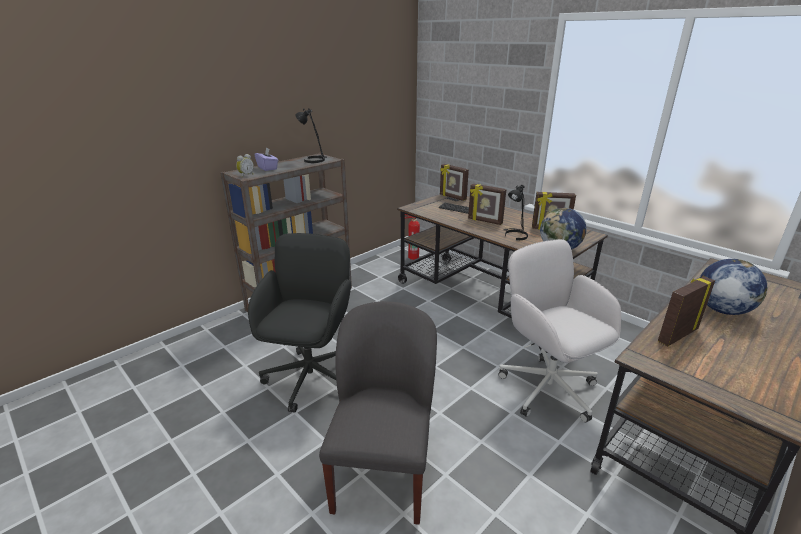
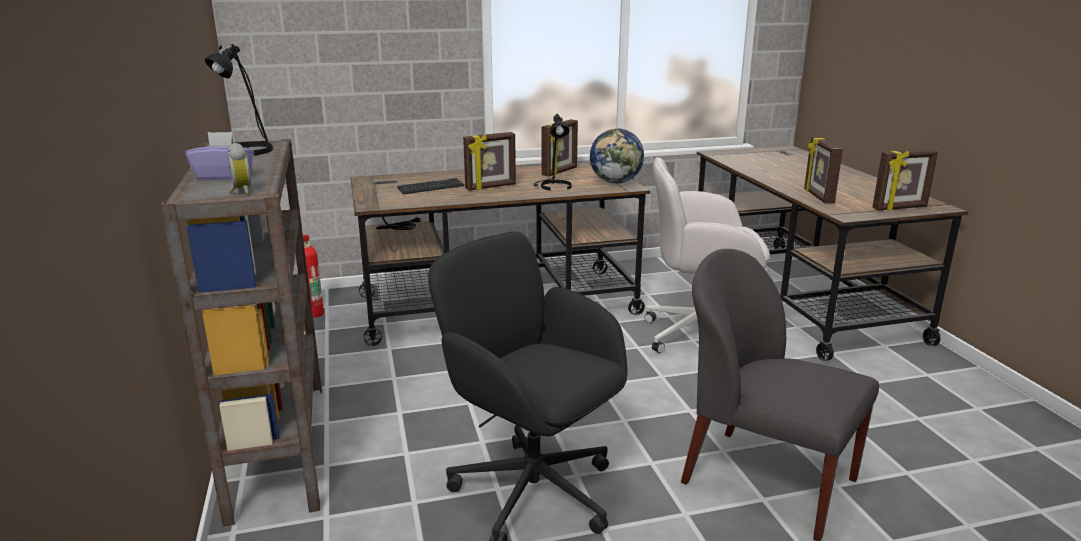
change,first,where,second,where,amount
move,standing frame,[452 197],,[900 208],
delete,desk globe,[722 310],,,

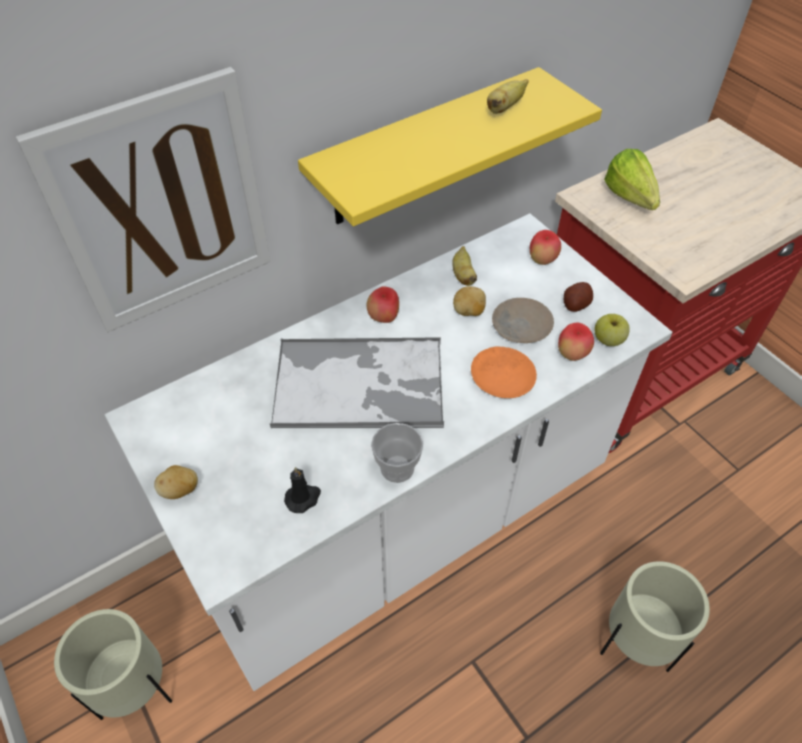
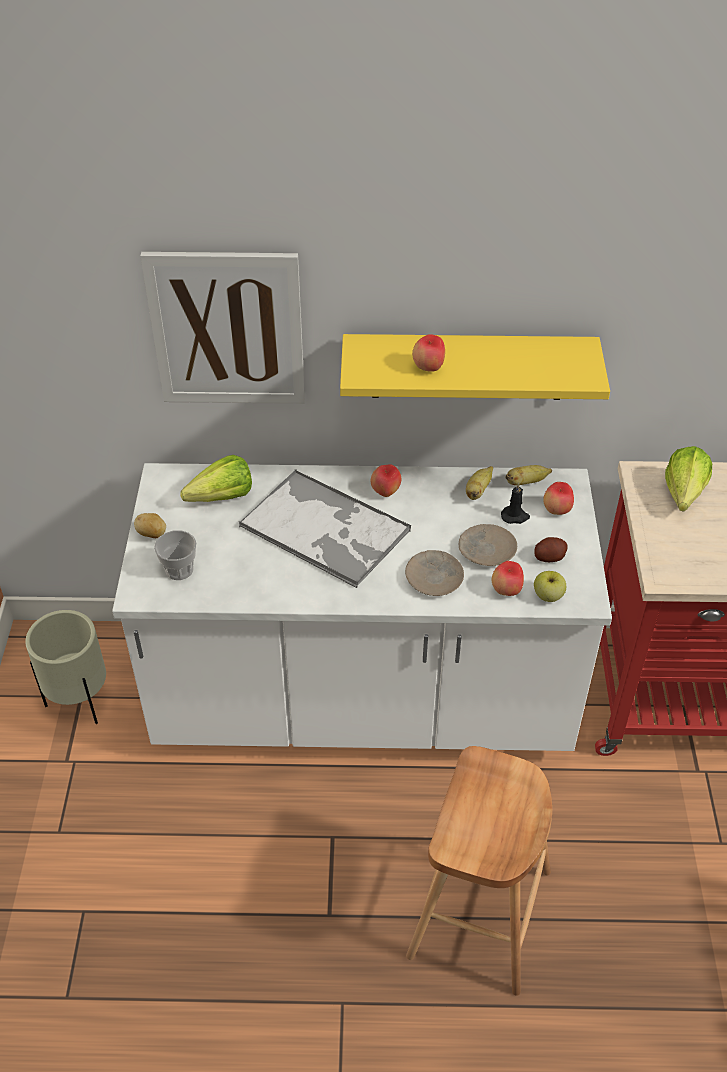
change,first,where,second,where,amount
move,whole banana,[504 108],,[526 482],
delete,potato,[468 312],,,
recolor,plate (orange),[502 377],plate (beige),[434 578],
move,drinking cup,[397 468],,[179 570],
move,wax light (black),[303 498],,[515 516],
replace,flower pot (beige),[635 644],sitting stool (brownish),[480 912],
insert,,,apple fruit,[428 368],
insert,,,head of lettuce,[216 499],

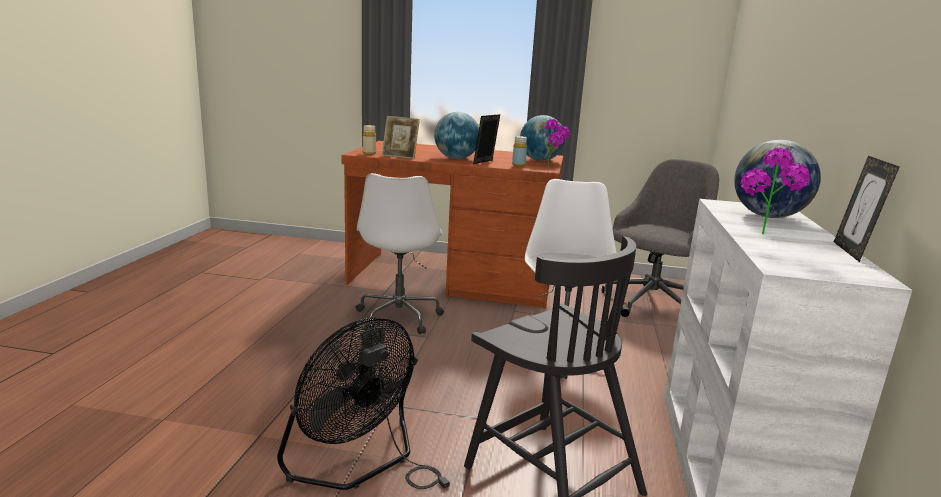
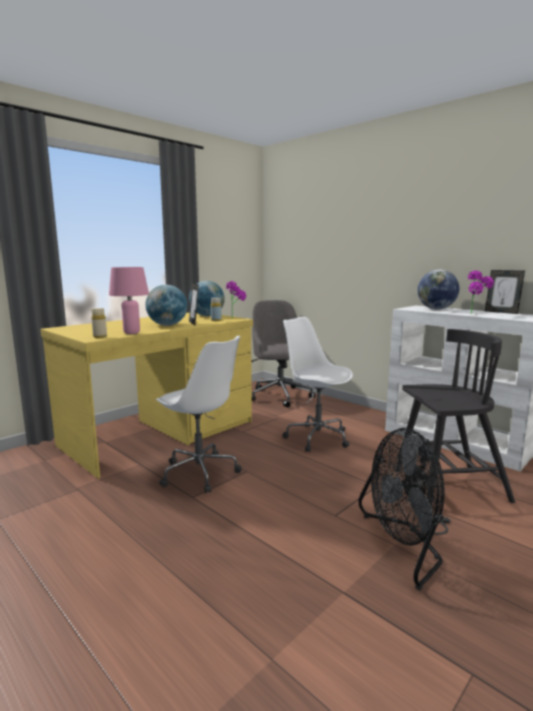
change,first,where,second,where,amount
replace,standing frame,[400 156],lamp for a table (pink-coloured),[132 333],
recolor,desk table (brownish),[454 279],desk table (yellow-coloured),[161 433],

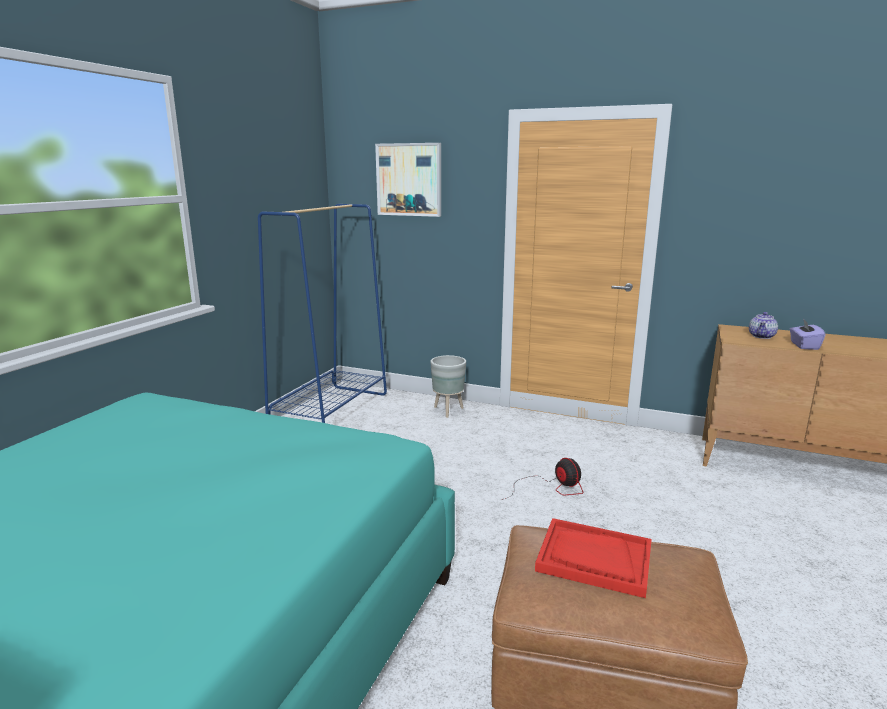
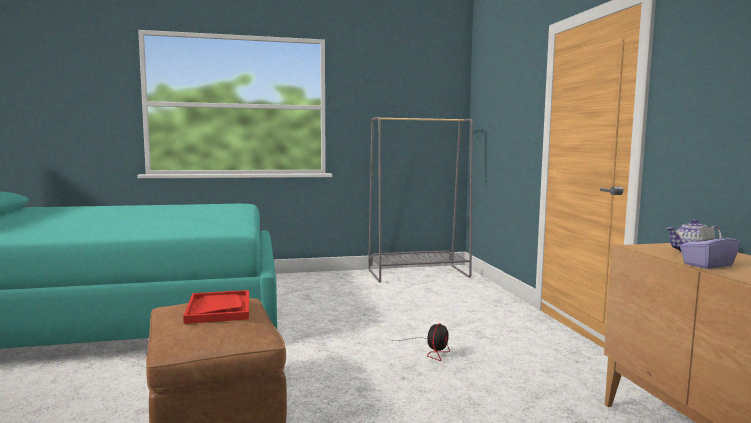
change,first,where,second,where,amount
delete,wall art,[409 180],,,
recolor,clothes rack (bluish),[330 411],clothes rack (gray),[418 274],
delete,flower pot (gray),[448 411],,,

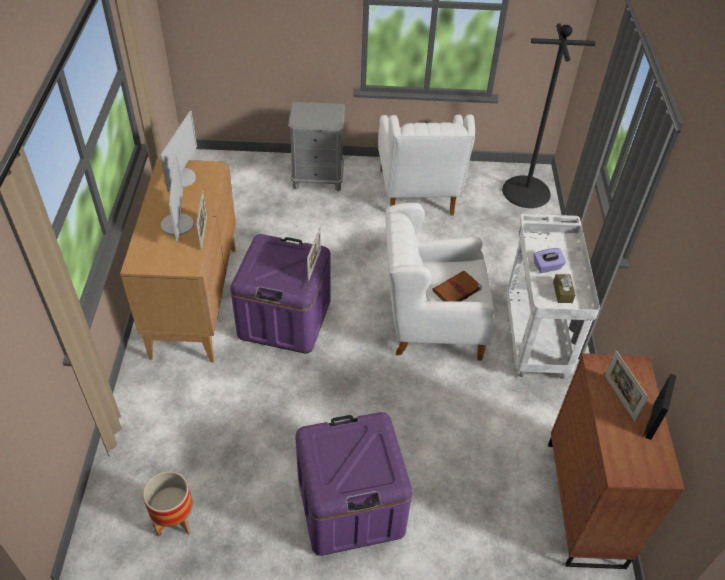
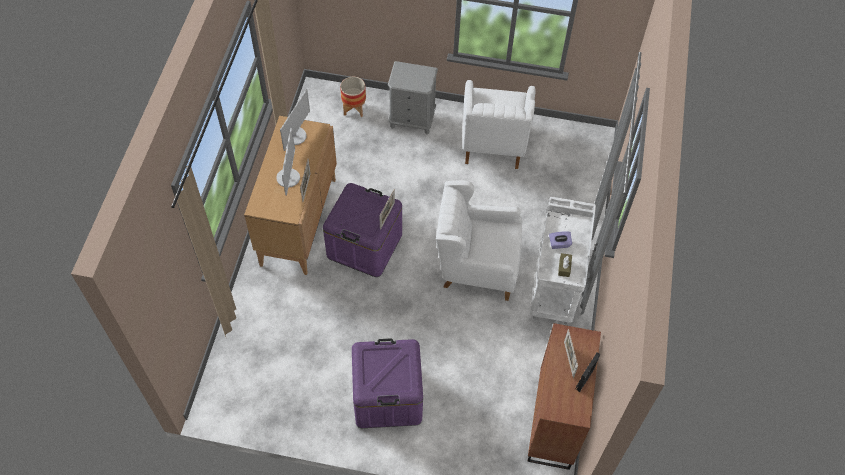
change,first,where,second,where,amount
delete,clothes rack (black),[526 192],,,
delete,volume (brownish),[456 290],,,
move,flower pot,[174 520],,[354 109],

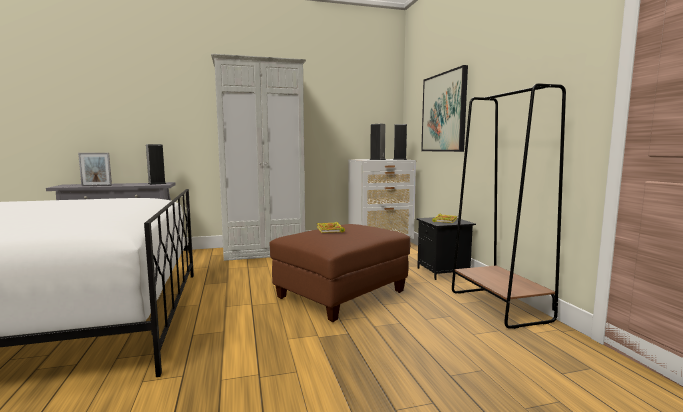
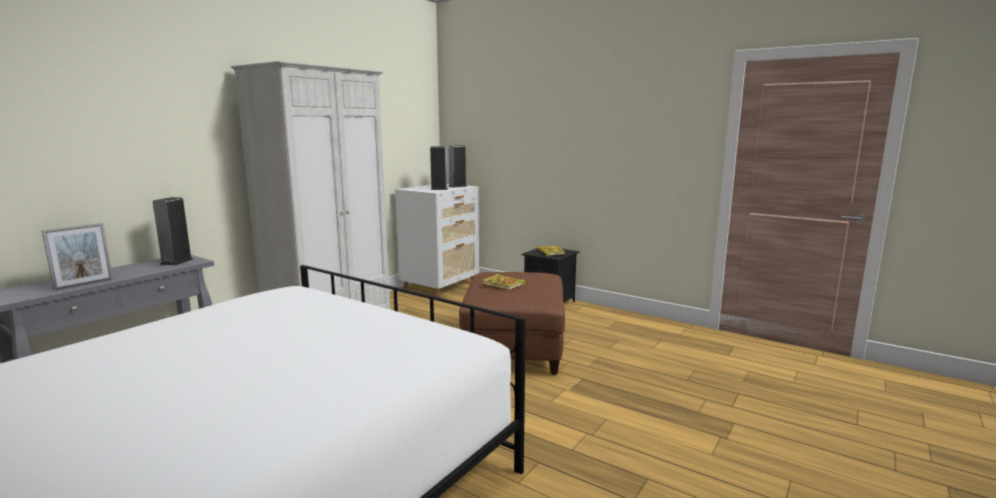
change,first,where,second,where,amount
delete,wall art,[444 112],,,
delete,clothes rack,[499 307],,,

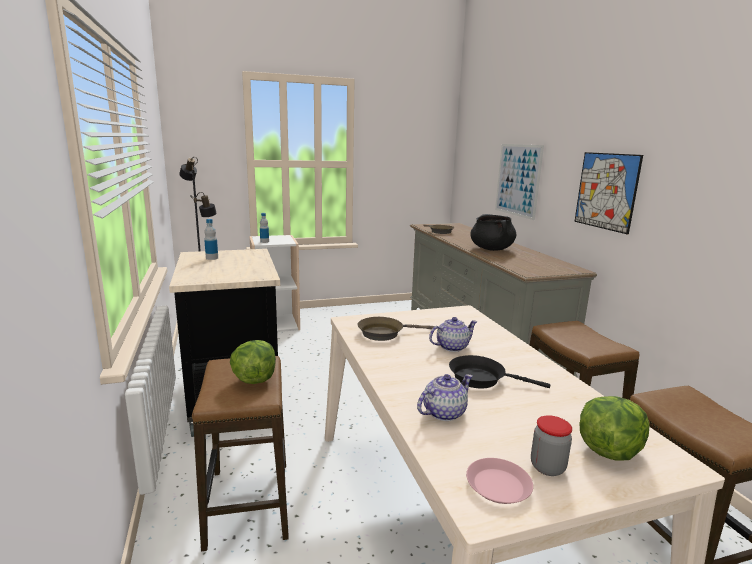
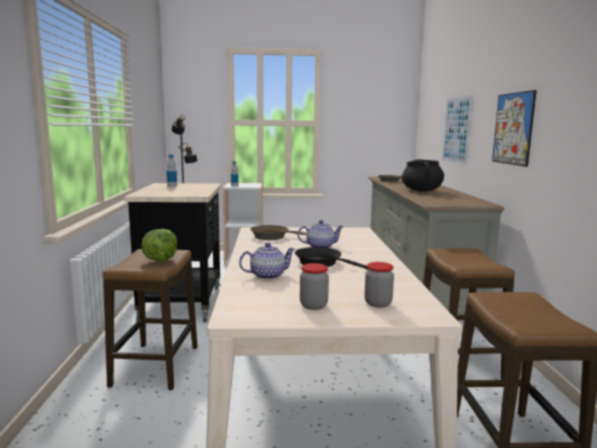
change,first,where,second,where,amount
replace,head of lettuce,[608 450],jar,[378 303],
delete,plate (pink-coloured),[498 486],,,

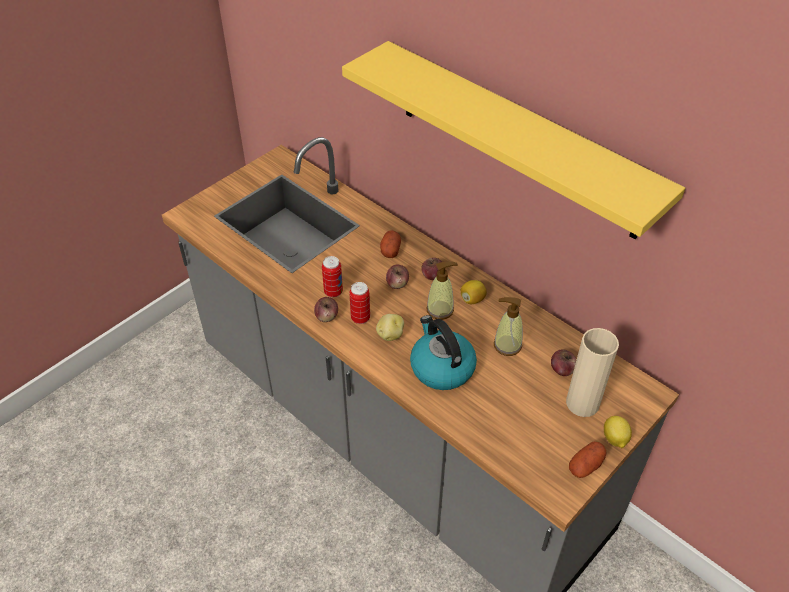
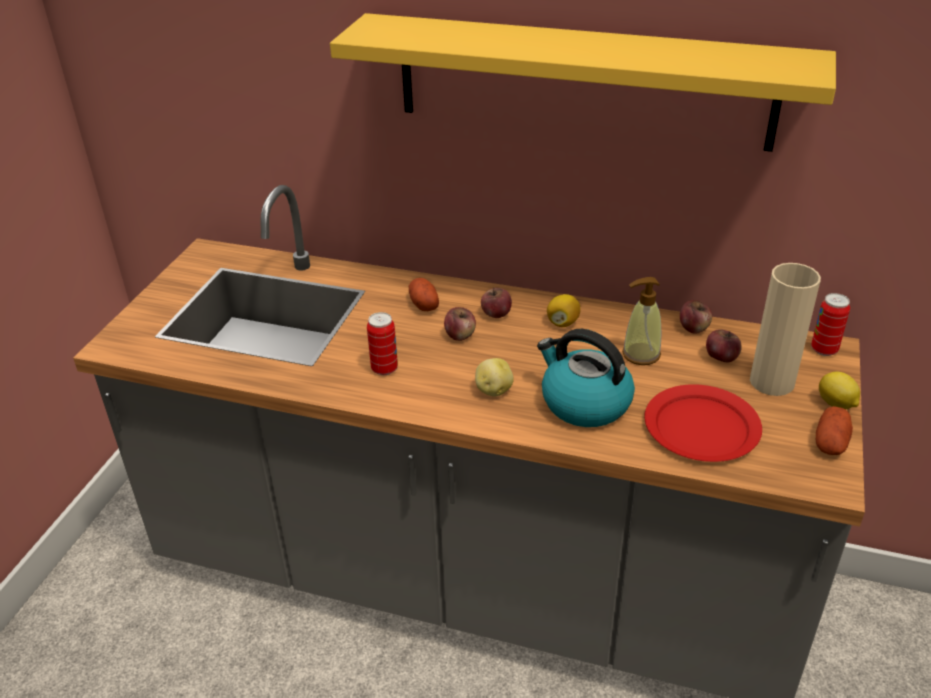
change,first,where,second,where,amount
delete,soap dispenser,[440 310],,,
move,metal can,[360 318],,[824 350],
move,apple fruit,[327 317],,[693 328],
insert,,,plate (red-coloured),[702 427],

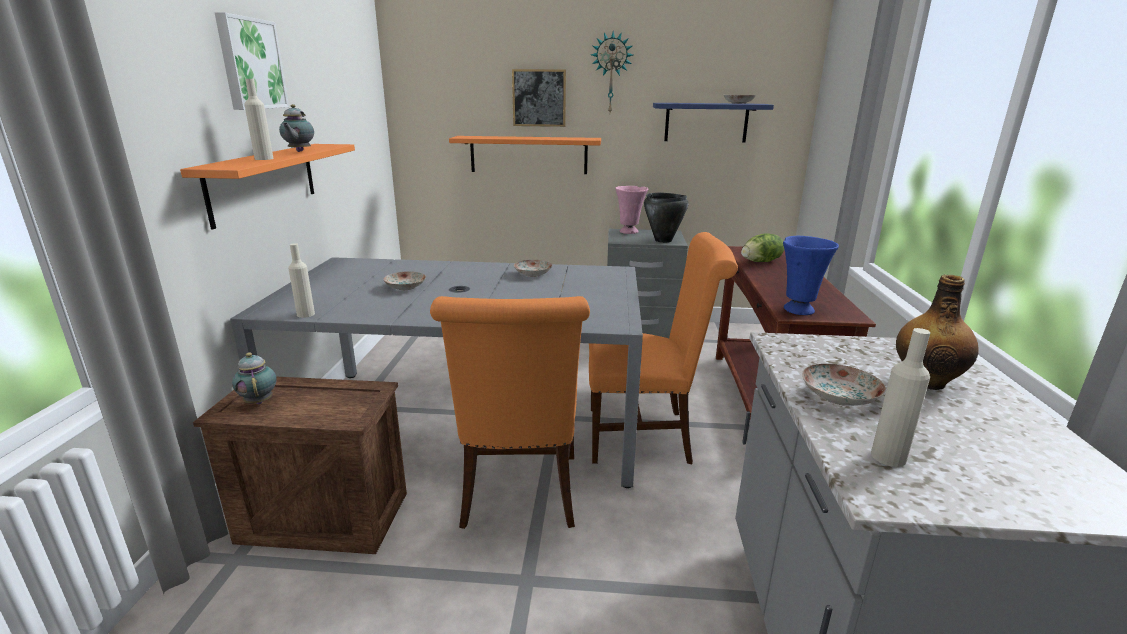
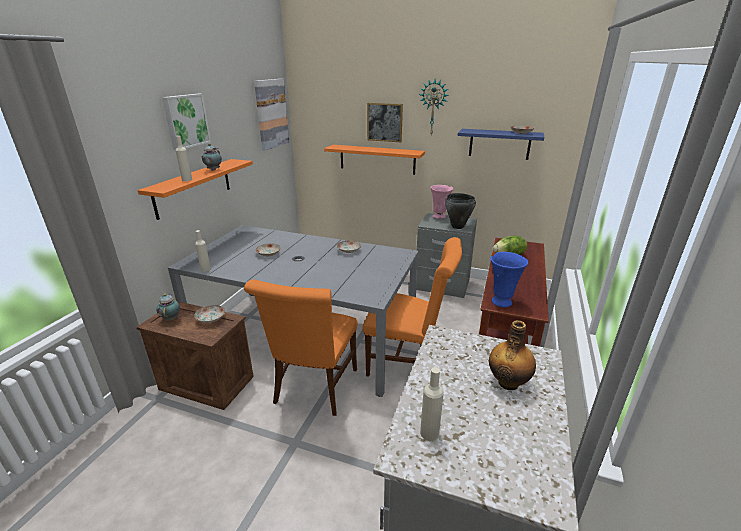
change,first,where,second,where,amount
move,plate,[839 396],,[211 318],
insert,,,wall art,[271 114],

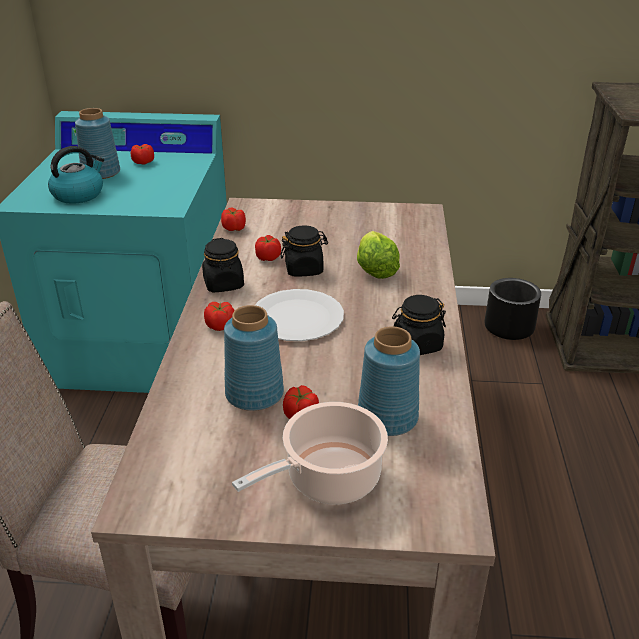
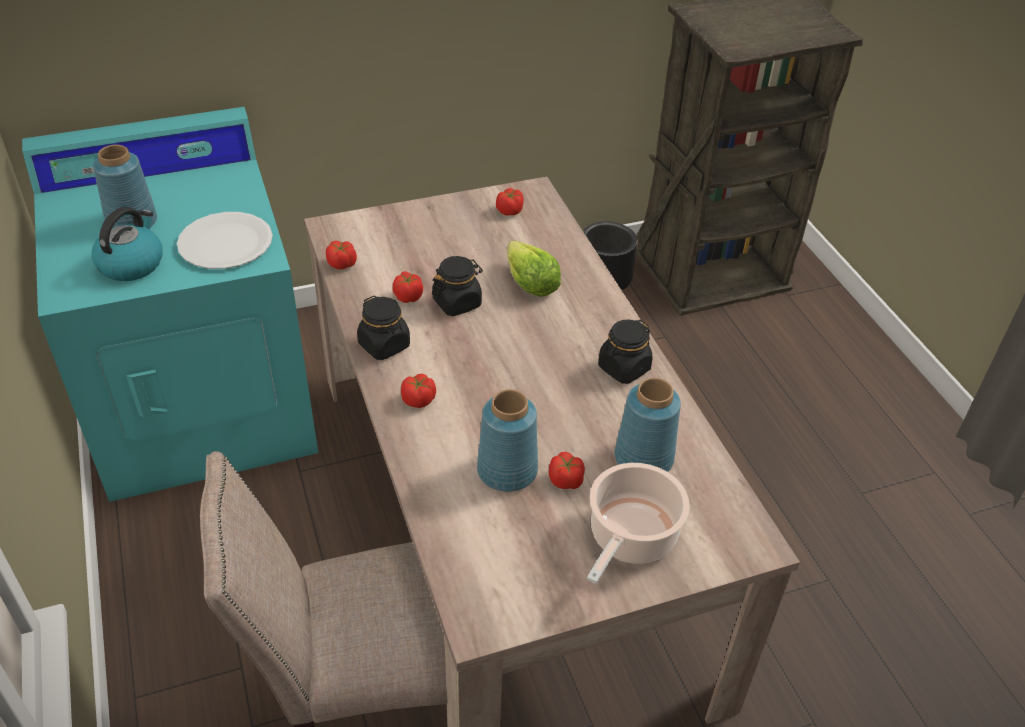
change,first,where,second,where,amount
move,whole tomato,[143 162],,[509 211],
move,plate (whitish),[297 317],,[225 243],

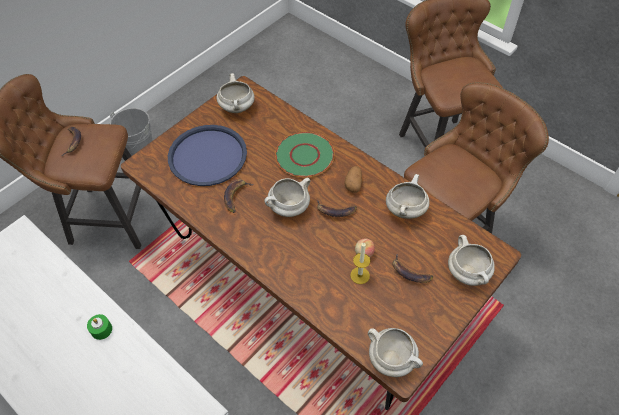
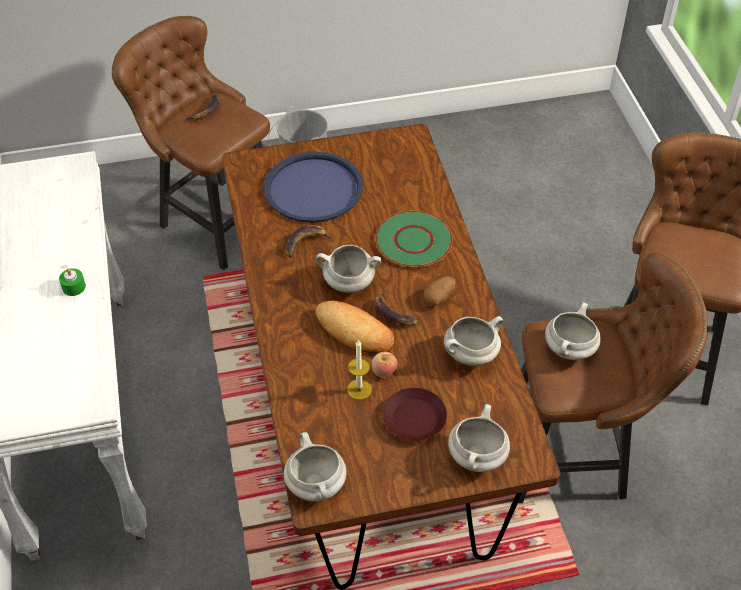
change,first,where,second,where,amount
move,cooking pot (whitish),[237 108],,[570 350],
replace,whole banana,[409 273],plate (brownish),[413 418],
insert,,,bread,[354 331],

